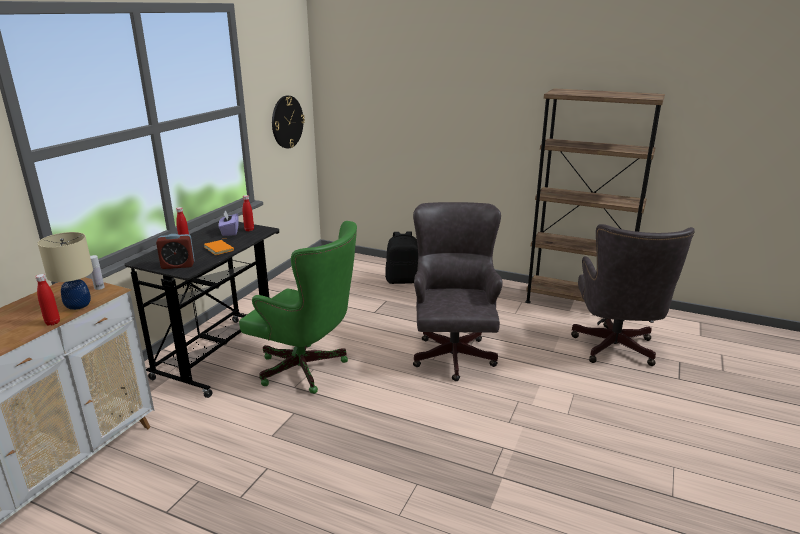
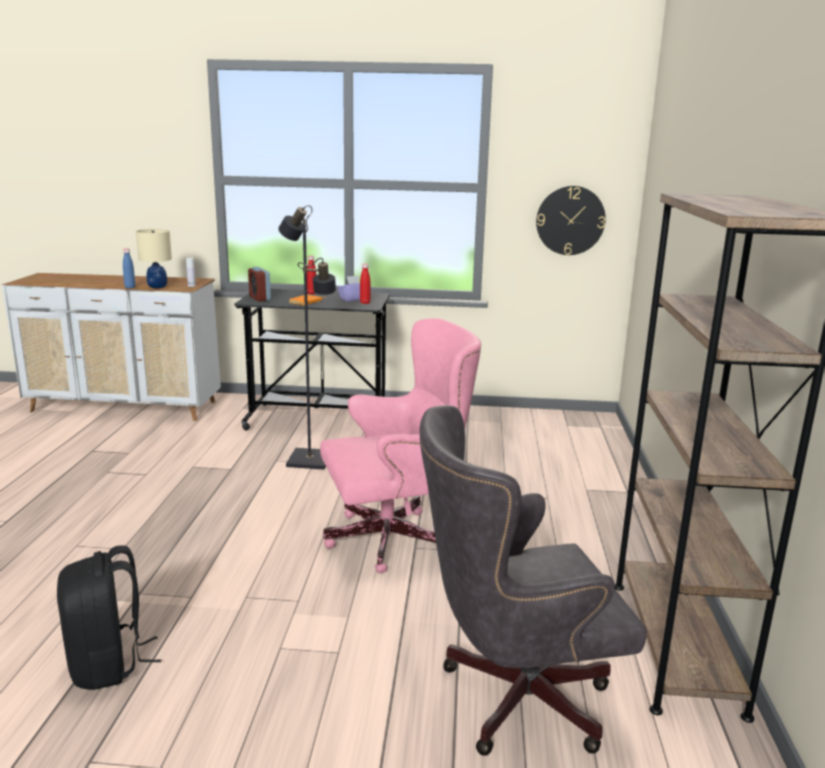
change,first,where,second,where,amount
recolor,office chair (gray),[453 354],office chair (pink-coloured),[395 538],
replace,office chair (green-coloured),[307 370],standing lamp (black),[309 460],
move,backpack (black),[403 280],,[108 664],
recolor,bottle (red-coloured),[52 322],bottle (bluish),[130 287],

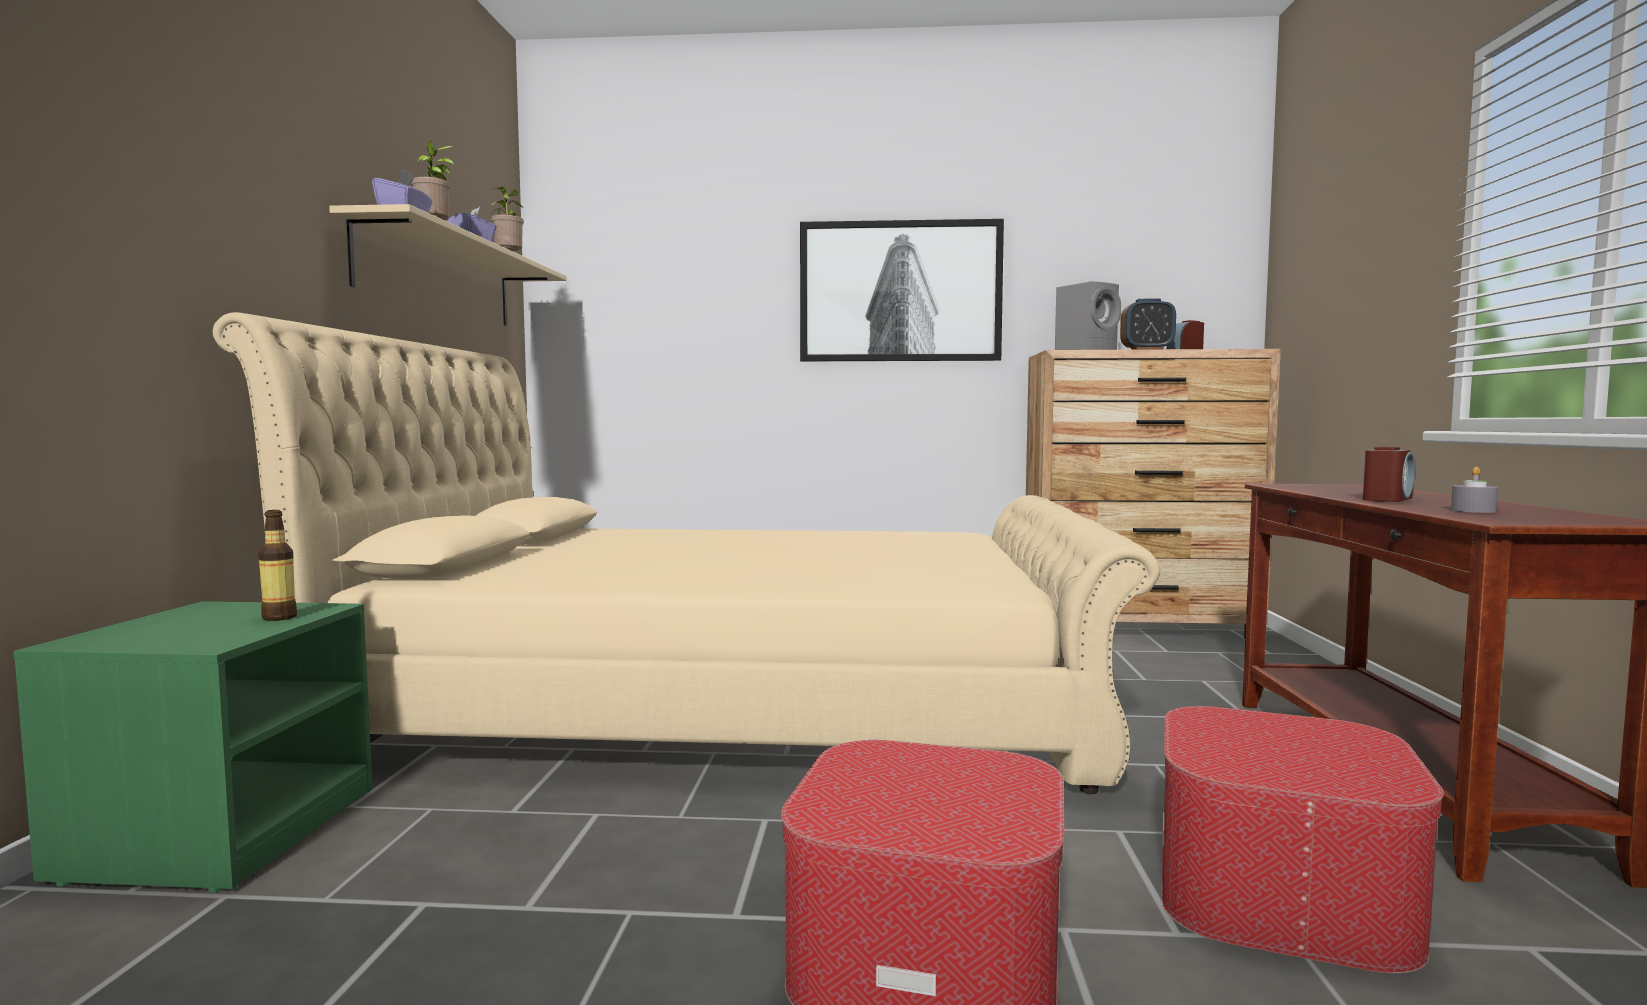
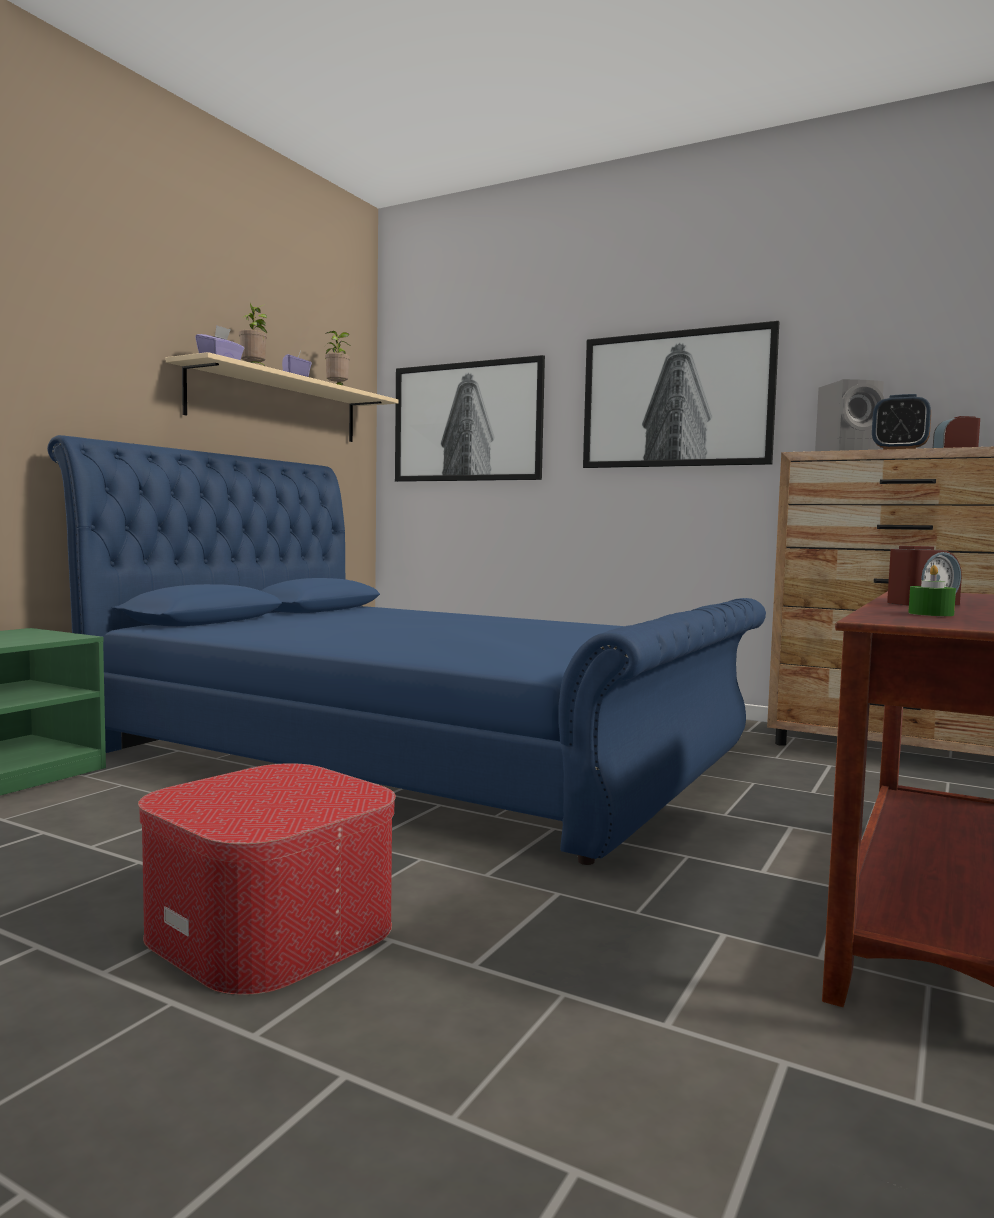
change,first,where,second,where,amount
recolor,sleeping bed (beige),[730 695],sleeping bed (bluish),[416 750],
recolor,wax light (gray),[1473 510],wax light (green-coloured),[931 614],
delete,bottle,[279 617],,,
delete,footrest,[1282 894],,,
insert,,,wall art,[467 422],

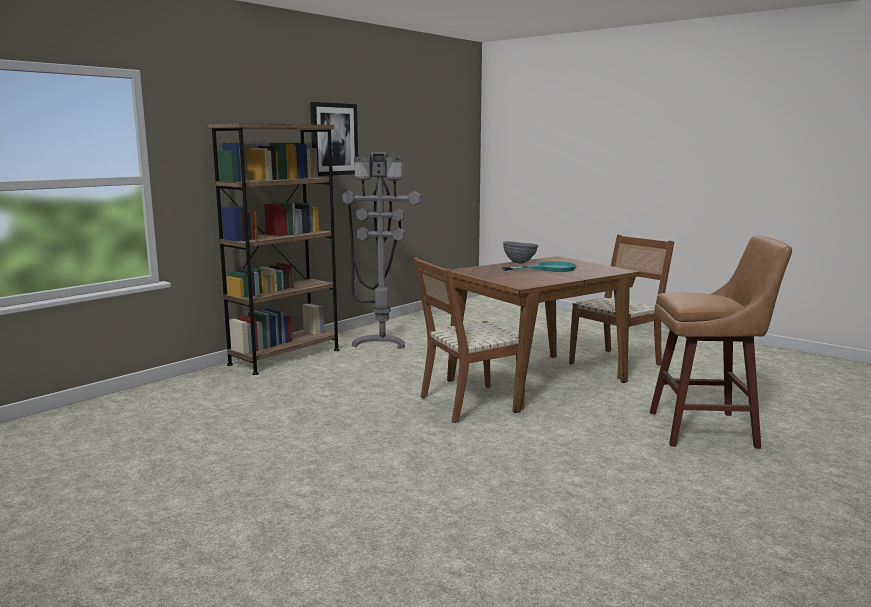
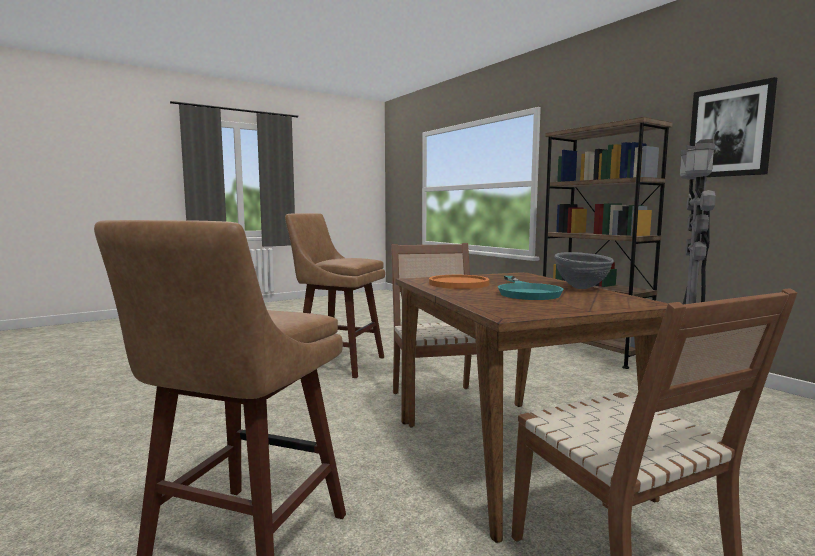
change,first,where,second,where,amount
insert,,,sitting stool (brownish),[338 363],
insert,,,plate (orange),[458 283],

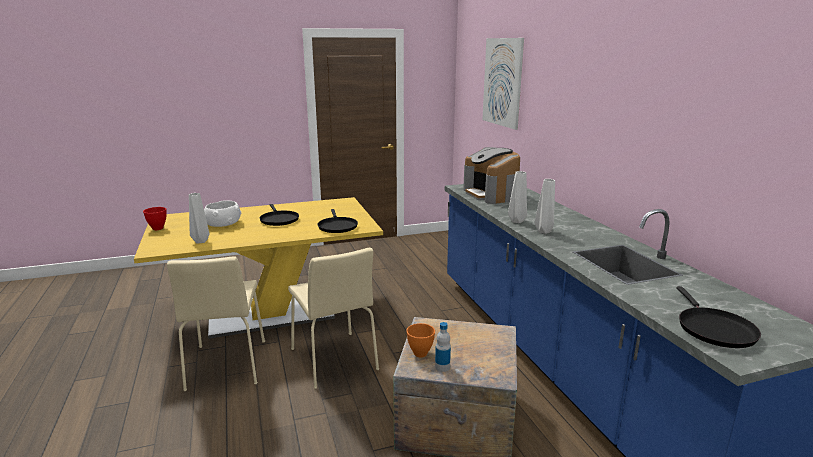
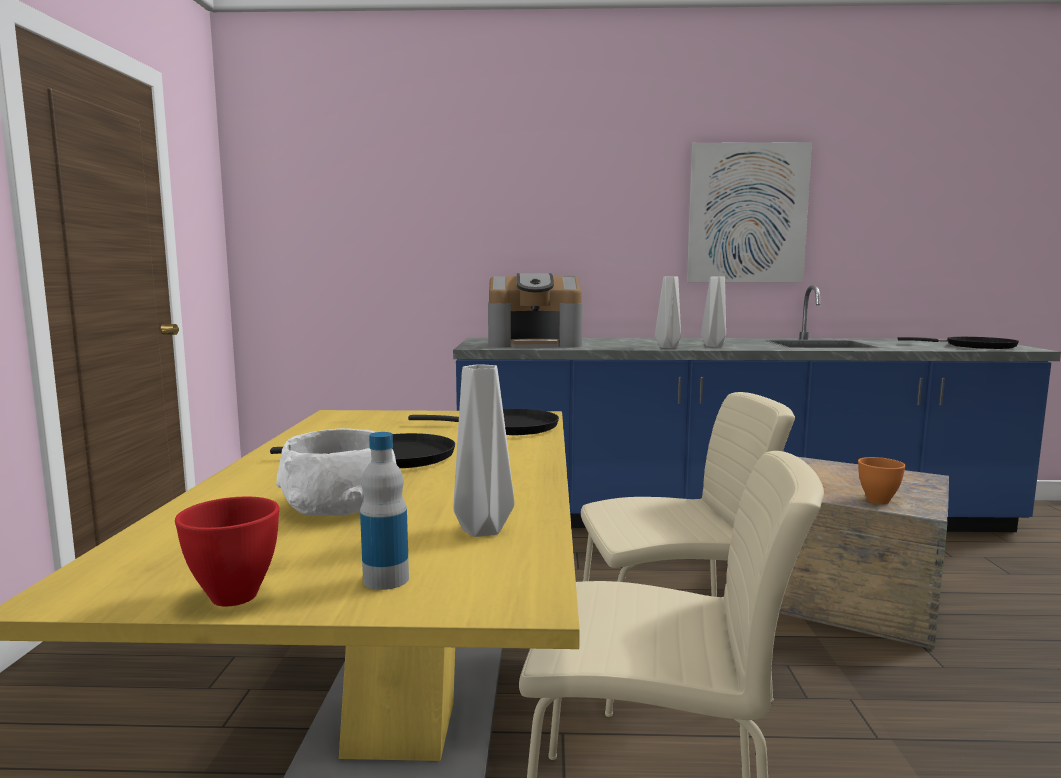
change,first,where,second,where,amount
move,wall art,[502 82],,[747 213],
move,bottle,[442 367],,[386 579],

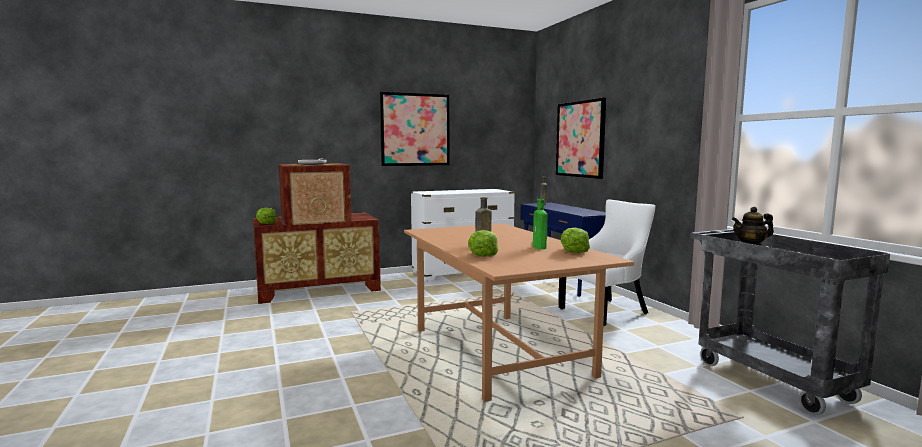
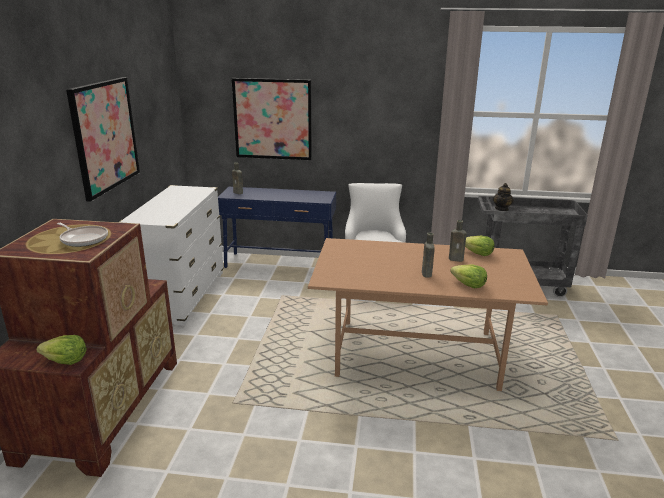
change,first,where,second,where,amount
recolor,bottle (green-coloured),[540 247],bottle (brownish),[457 259],

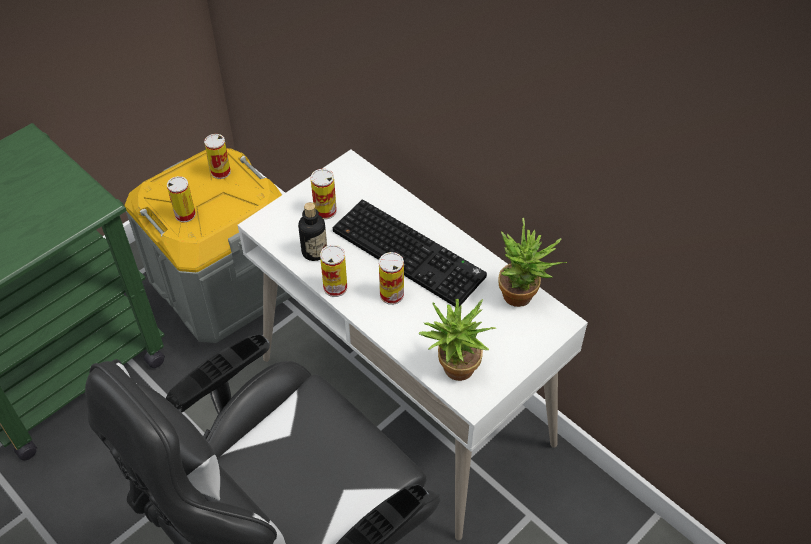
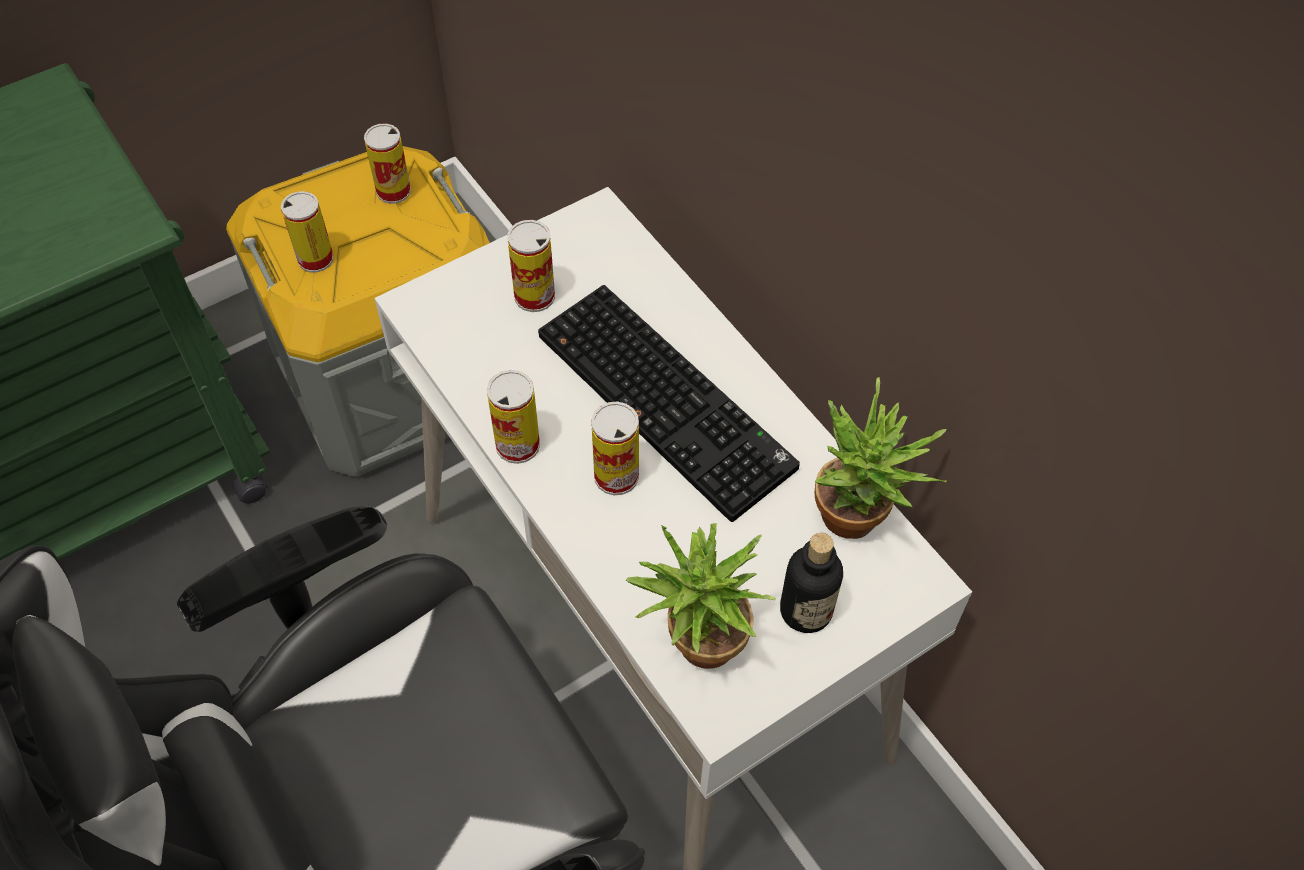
change,first,where,second,where,amount
move,bottle,[314 252],,[806 610],

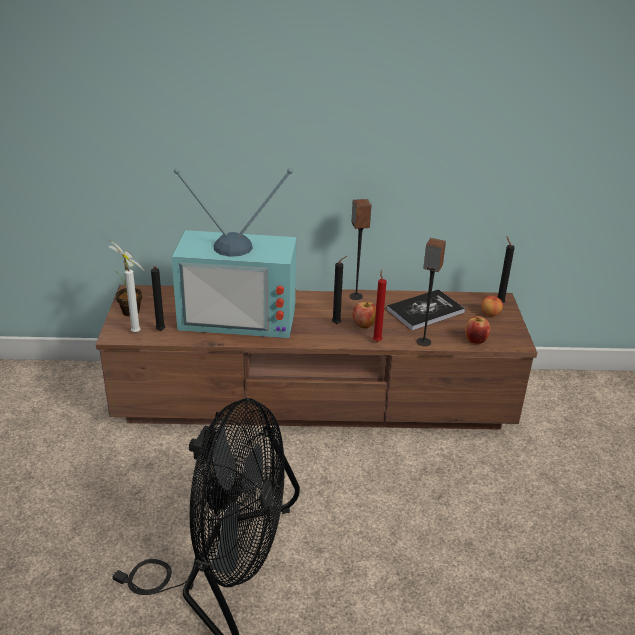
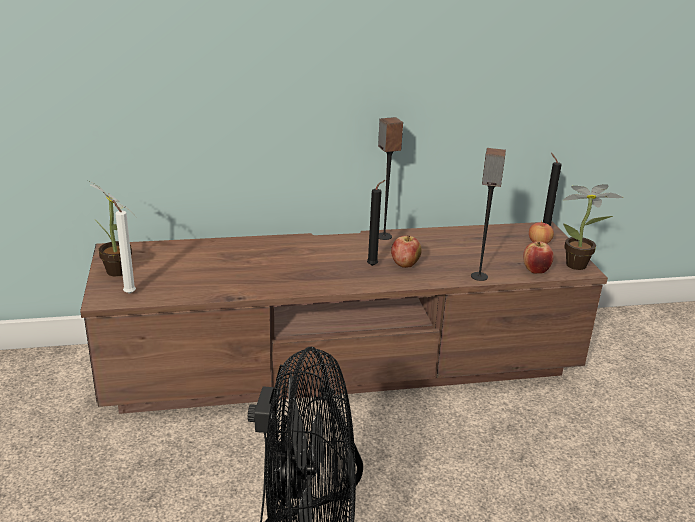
change,first,where,second,where,amount
delete,television,[240 315],,,
delete,wax light (black),[160 331],,,
delete,wax light (red-coloured),[377 340],,,
delete,volume,[425 311],,,
insert,,,potted plant,[580 266],

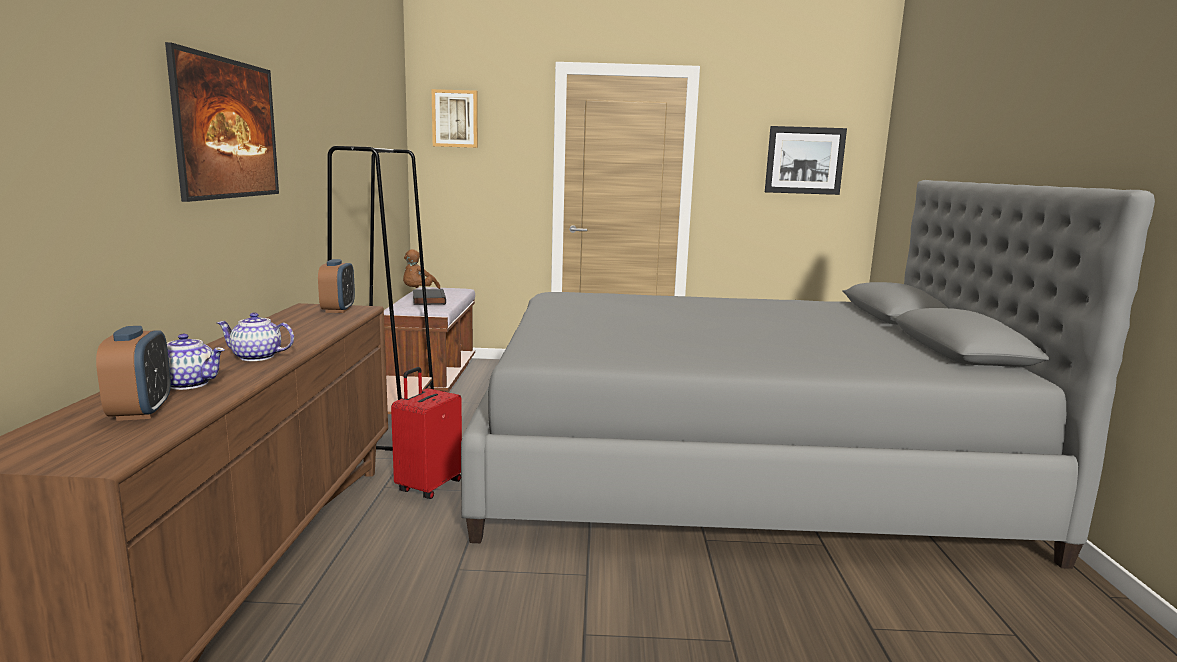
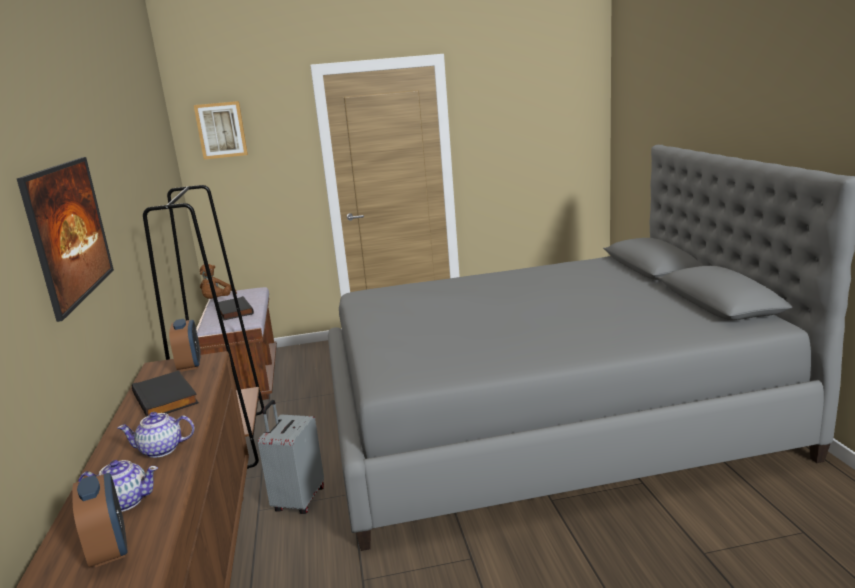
change,first,where,second,where,amount
delete,wall art,[804 160],,,
recolor,travel case (red-coloured),[428 486],travel case (gray),[298 500],
insert,,,volume (black),[167 398],

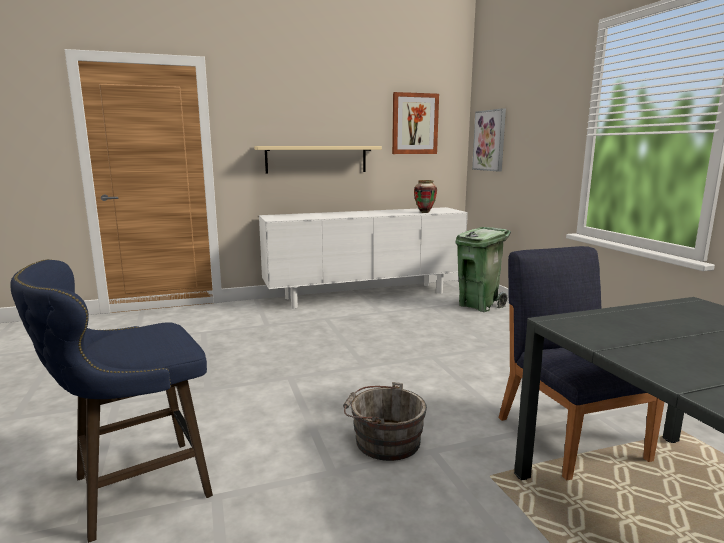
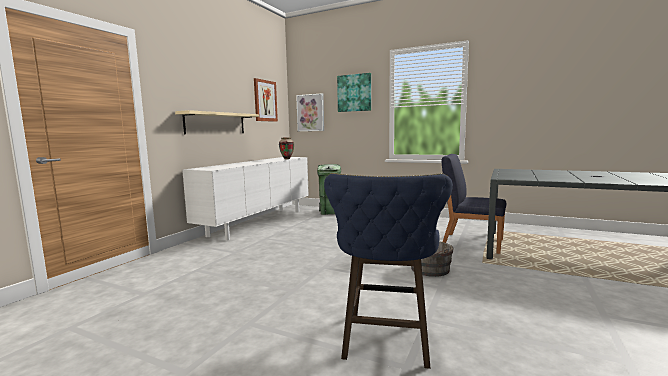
change,first,where,second,where,amount
insert,,,wall art,[354 93],

